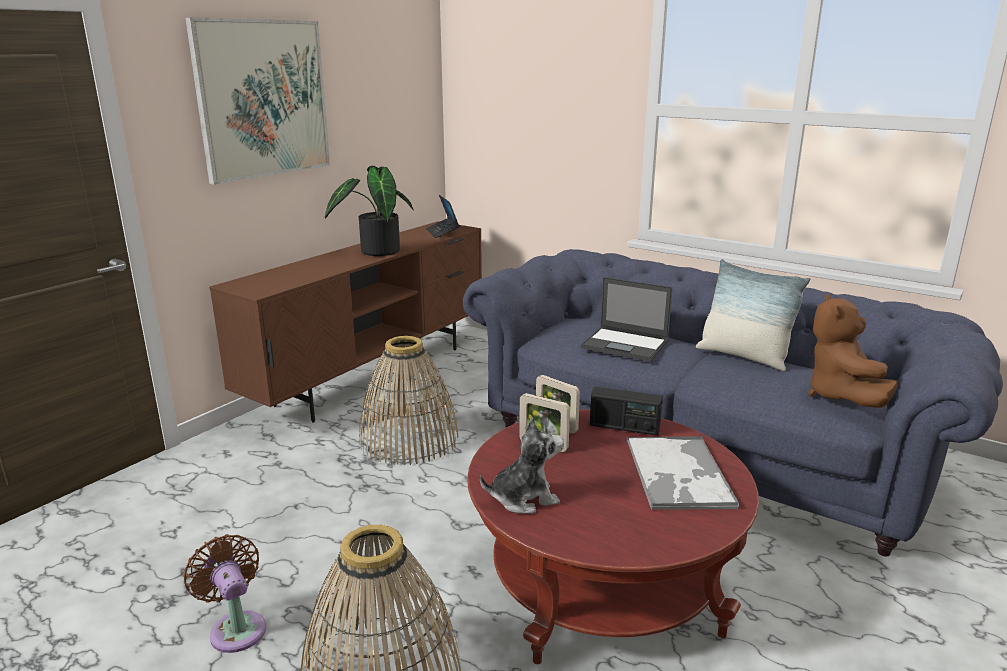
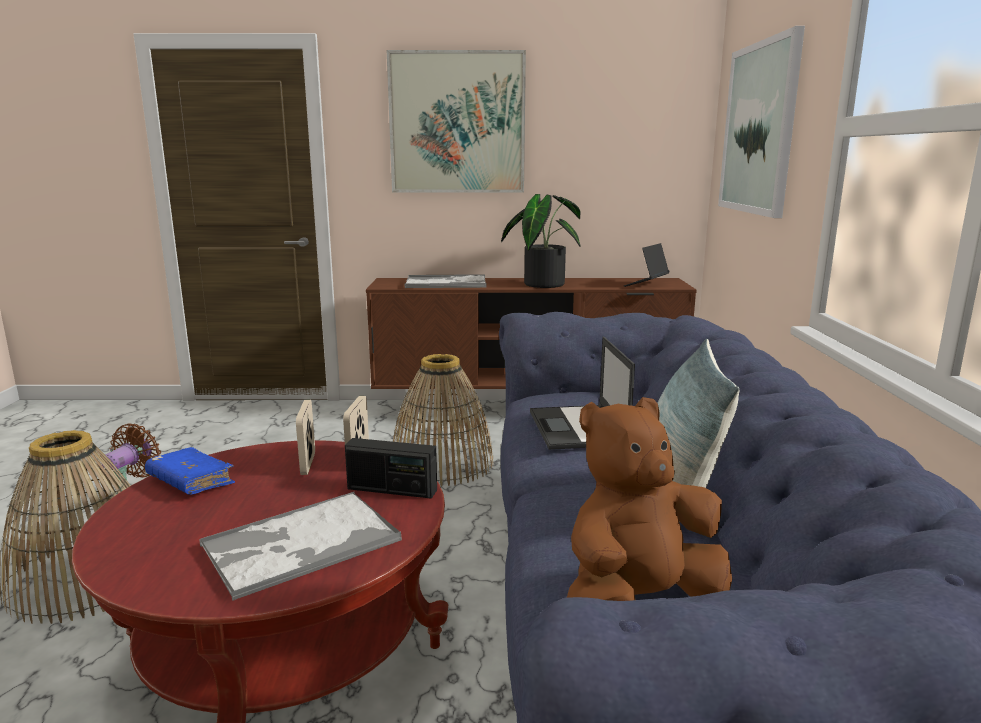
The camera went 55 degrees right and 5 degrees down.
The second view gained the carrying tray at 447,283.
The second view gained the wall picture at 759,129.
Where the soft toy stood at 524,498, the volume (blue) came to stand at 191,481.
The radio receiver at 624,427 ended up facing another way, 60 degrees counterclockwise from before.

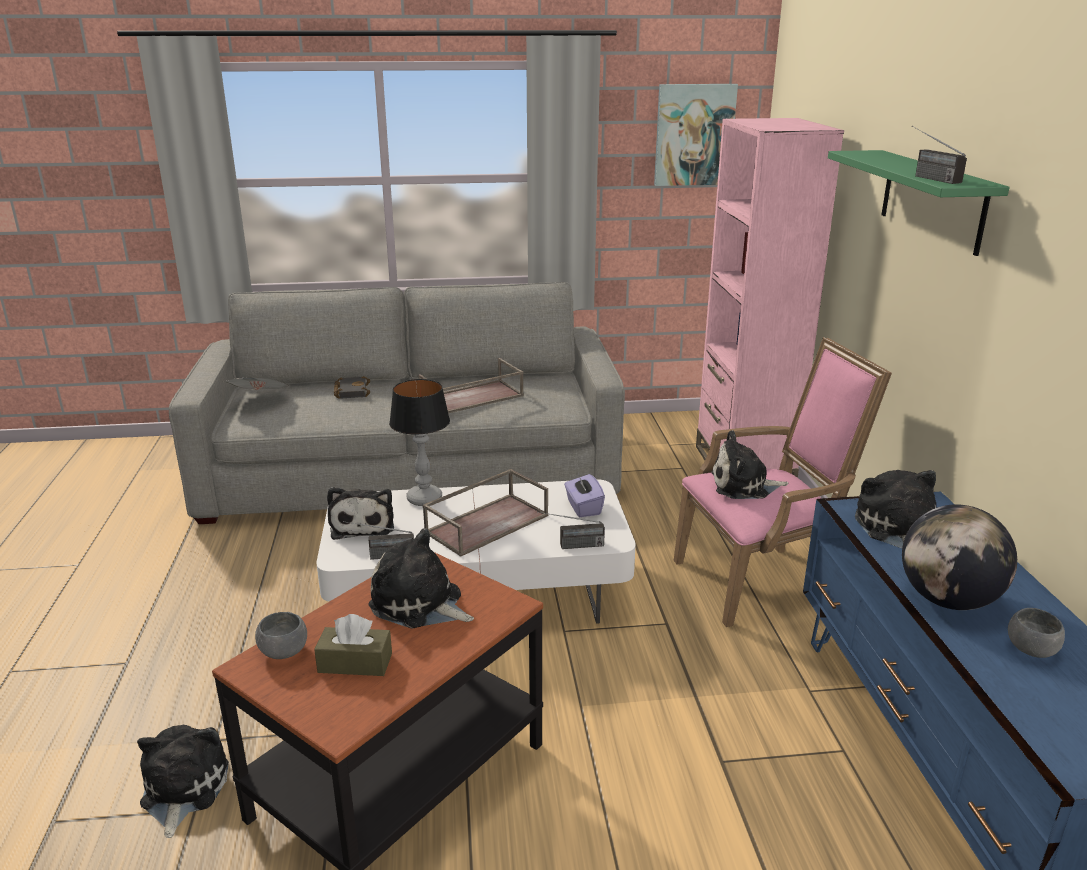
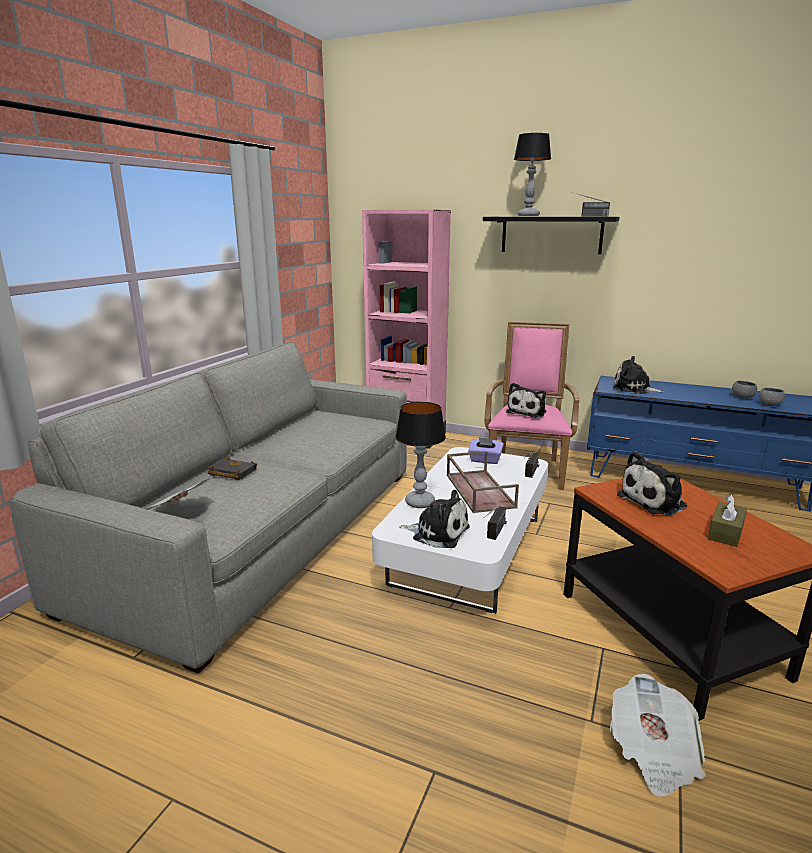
The camera went 60 degrees left and 5 degrees down.
The second view lost the carrying tray (brownish) at 471,398.
The second view lost the wall picture at 694,135.
The second view lost the globe at 948,600.
The second view gained the lamp for a table at 528,216.
The serving bowl (gray) ended up elsewhere, having gone from 284,652 to 769,405.
Where the soft toy stood at 182,789, the newspaper came to stand at 653,753.
What was the bracket shelf (green-coloured) at 932,200 turned into the bracket shelf (black) at 551,235.

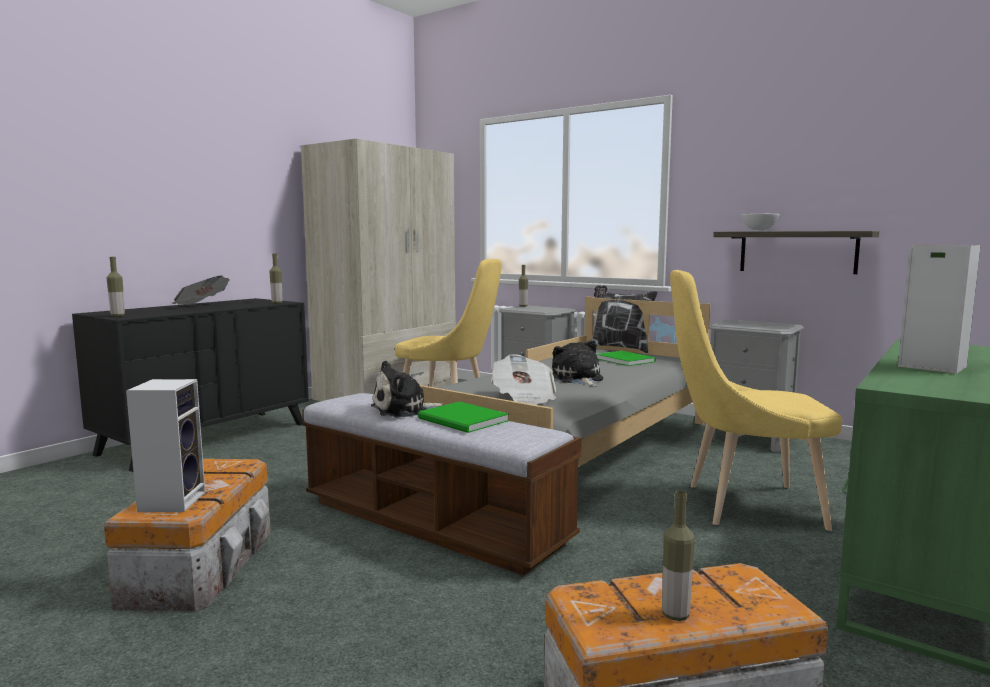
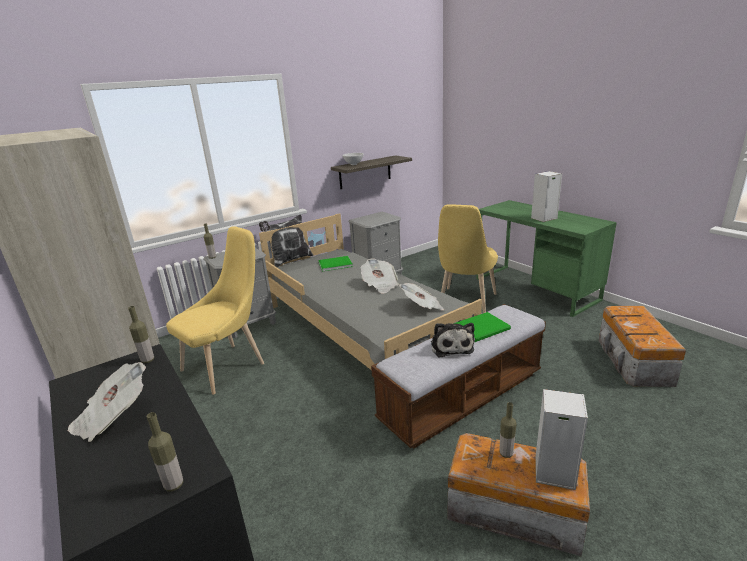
The camera went 70 degrees left and 15 degrees up.
The beverage bottle ended up elsewhere, having gone from 675,615 to 506,453.
Where the soft toy stood at 578,379, the newspaper came to stand at 380,285.

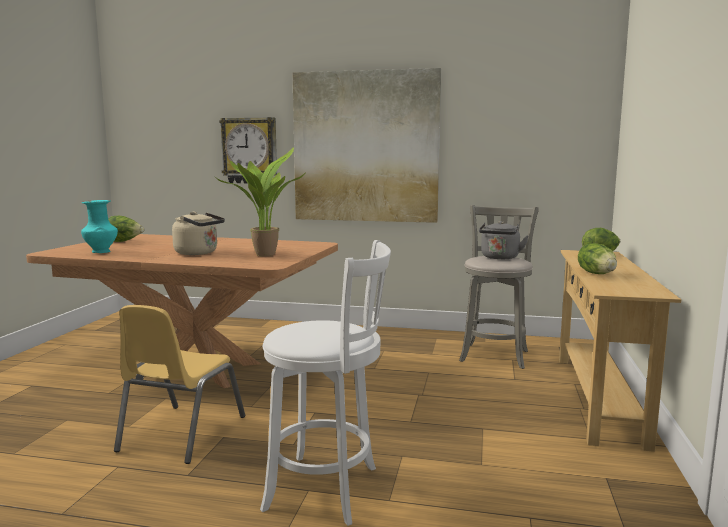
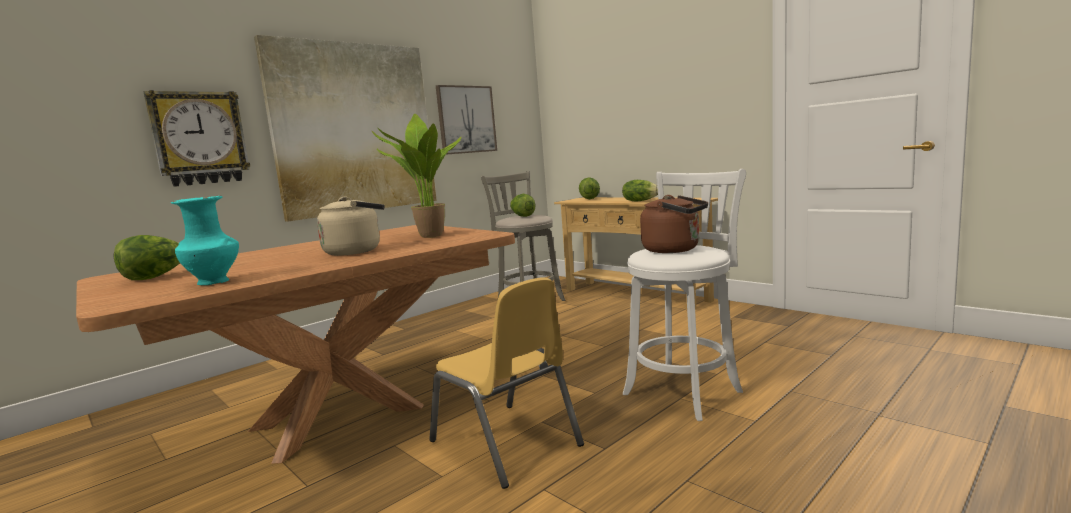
The camera went 55 degrees left and 0 degrees up.
The second view gained the wall picture at 466,119.
The second view gained the tea kettle (brownish) at 675,250.
Where the tea kettle (gray) stood at 499,258, the head of lettuce came to stand at 522,216.

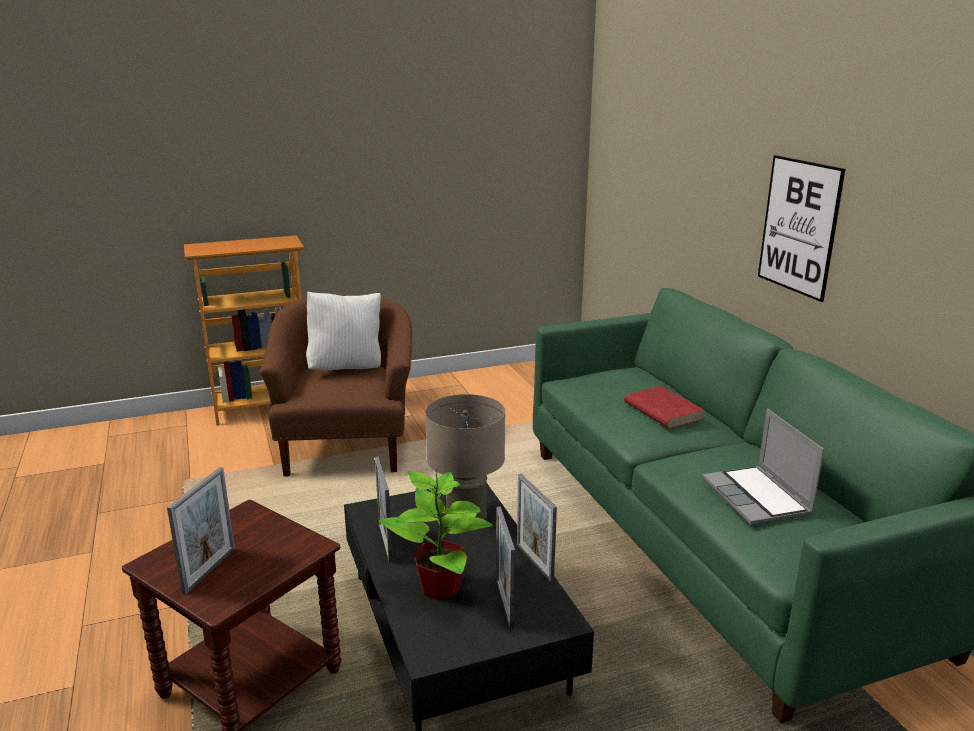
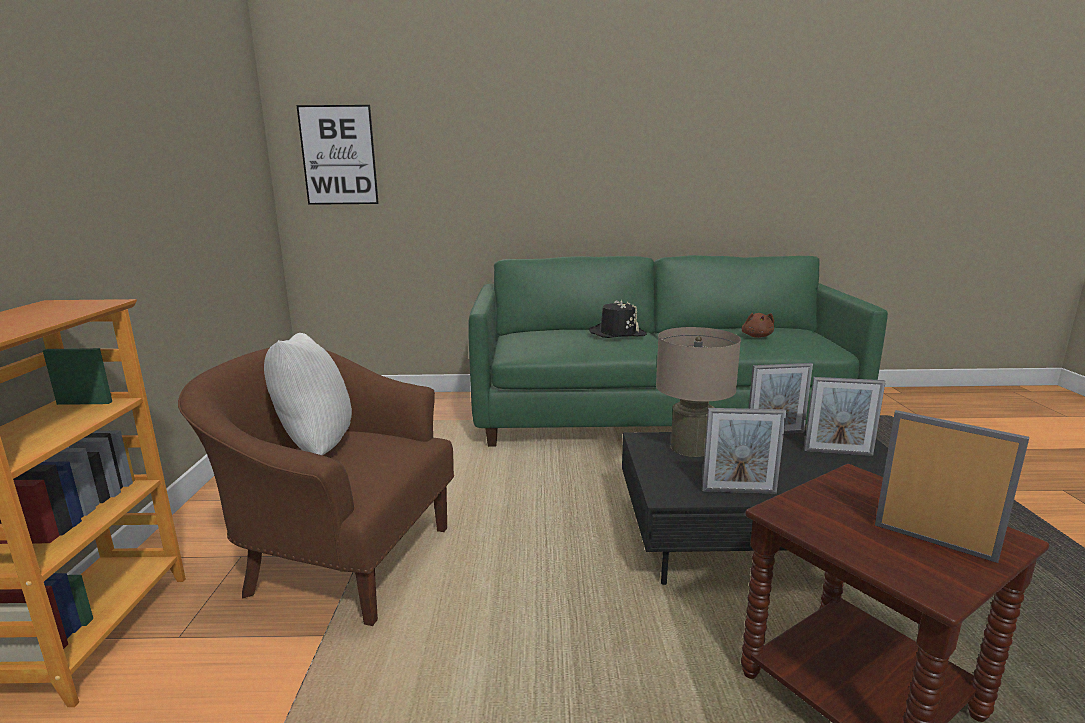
The camera went 70 degrees left and 5 degrees down.
The second view lost the houseplant at 441,588.
The wall picture ended up elsewhere, having gone from 799,226 to 338,155.
Where the volume (reddish) stood at 662,411, the clothing hat (black) came to stand at 617,333.
Where the laptop stood at 758,498, the soft toy (brownish) came to stand at 757,336.

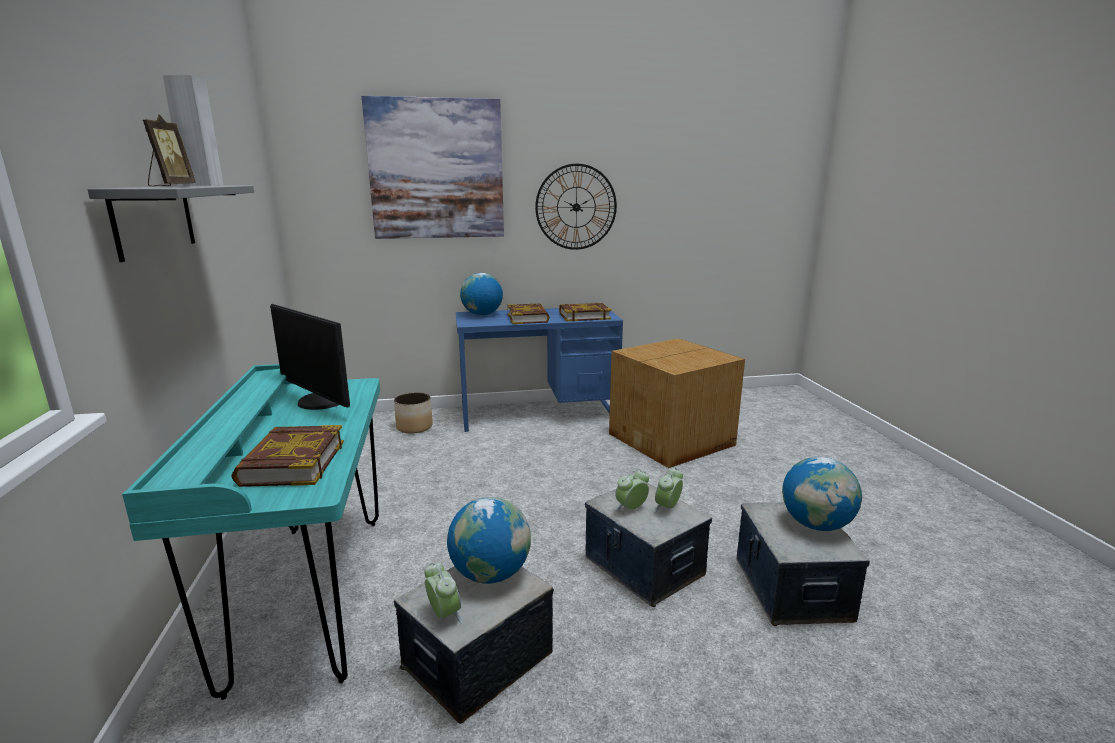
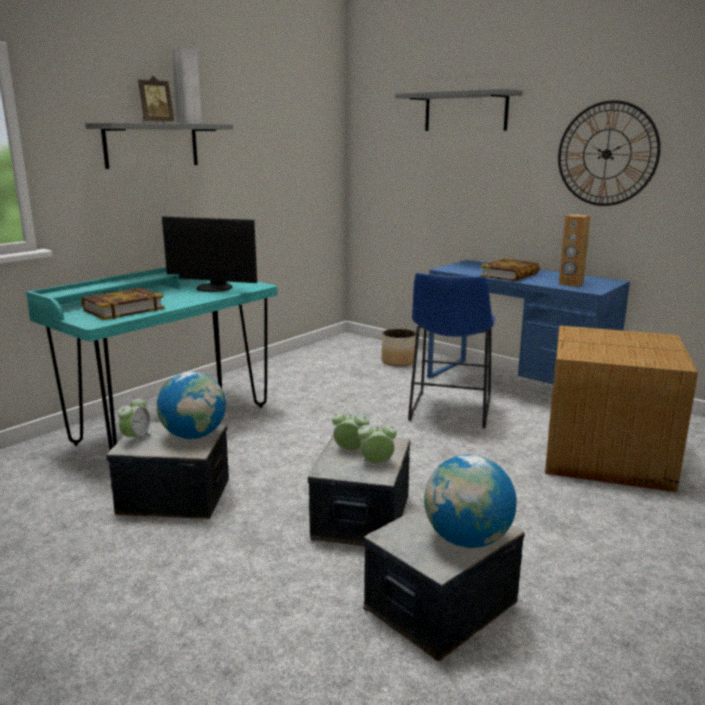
The camera went 50 degrees right and 0 degrees up.
The second view lost the globe at 482,314.
The second view gained the stool seat (blue) at 449,411.
Where the wall picture hung at 436,169, the bracket shelf (gray) came to hang at 465,111.
Where the volume stood at 584,316, the audio speaker (brownish) came to stand at 570,284.
The computer screen at 320,402 ended up facing another way, 75 degrees counterclockwise from before.

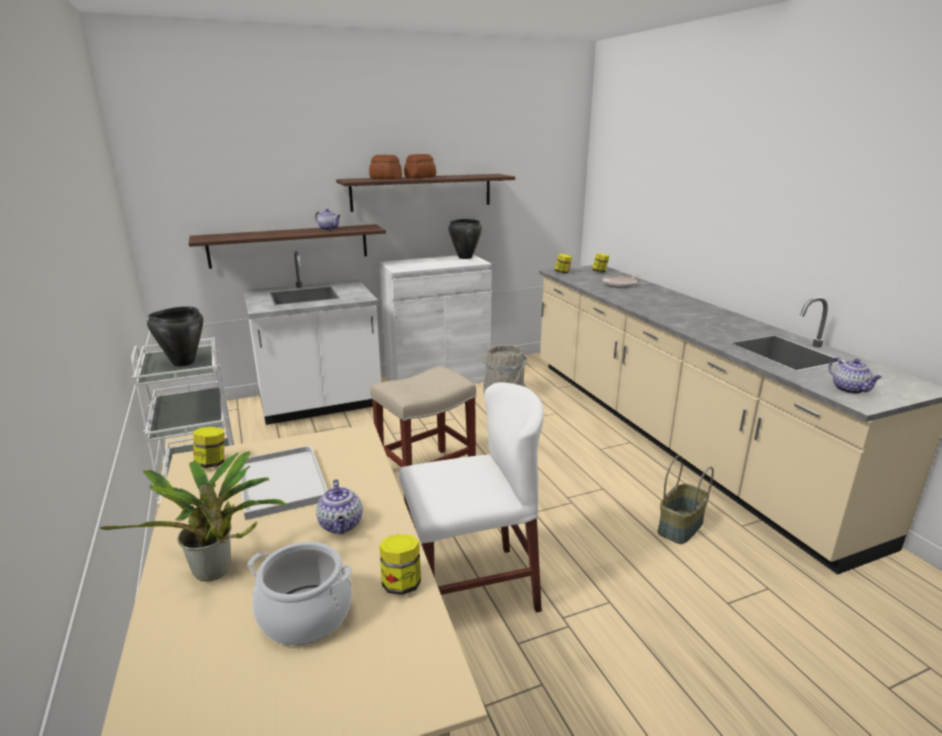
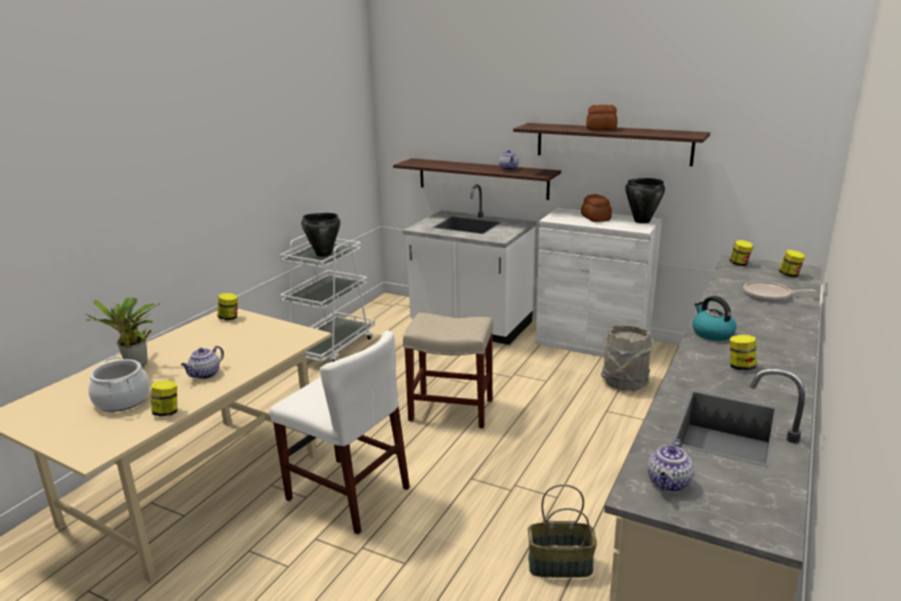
The camera went 50 degrees right and 0 degrees up.
The second view lost the carrying tray (whitish) at 280,481.
The second view gained the tea kettle at 711,333.
The second view gained the preserve jar at 740,367.
The bread ended up elsewhere, having gone from 386,178 to 596,218.

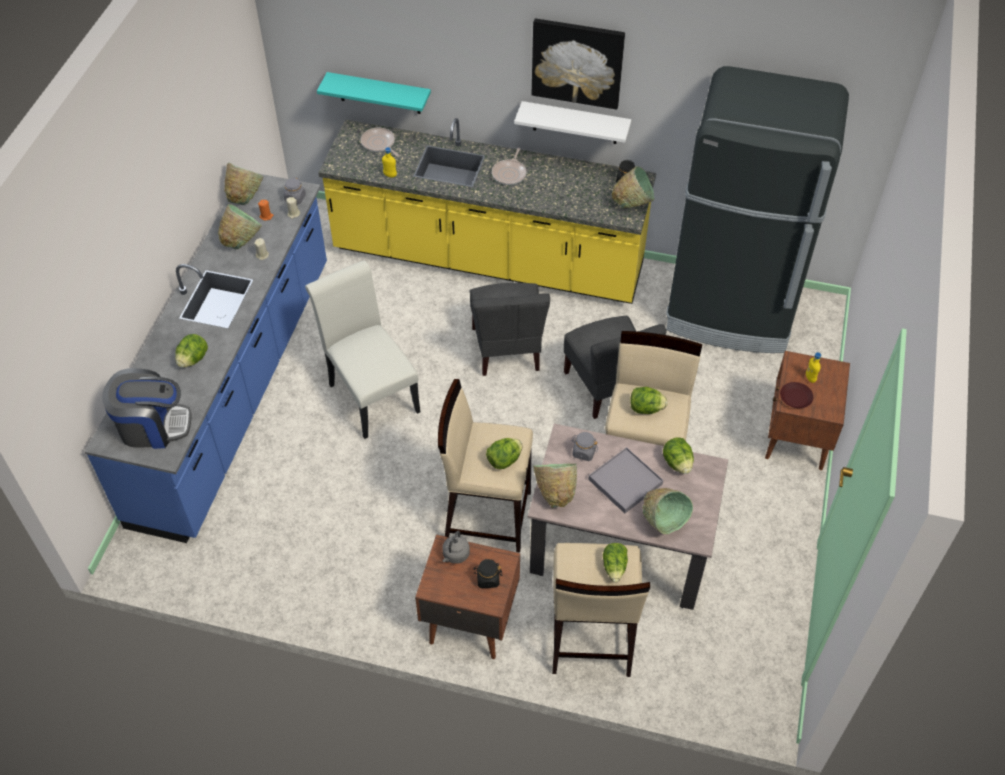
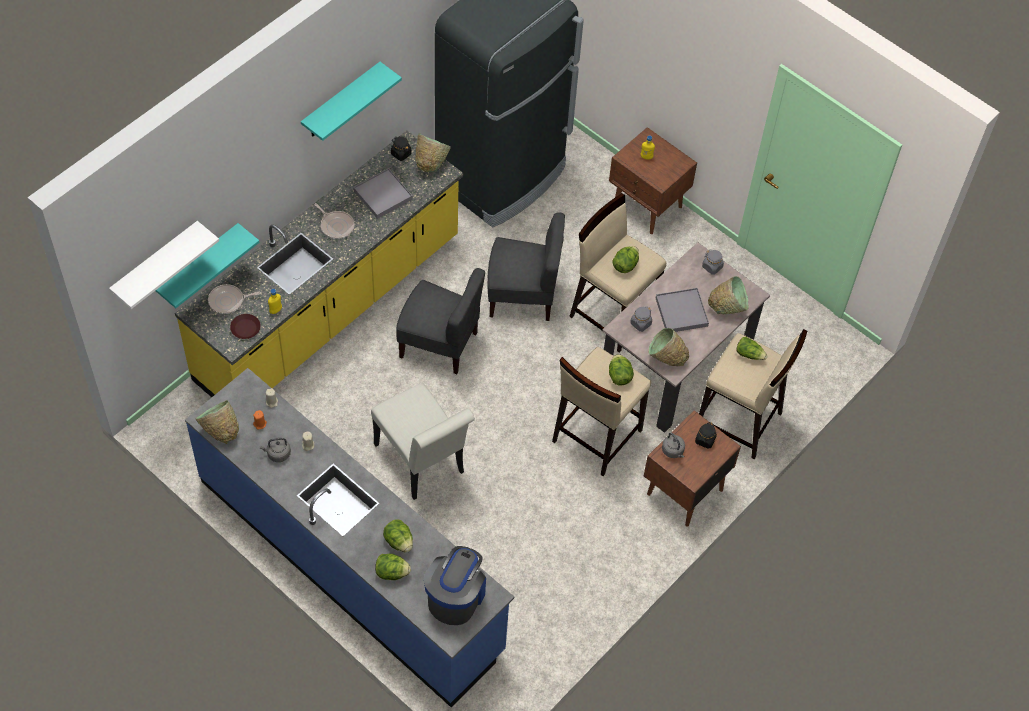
The camera went 65 degrees left and 5 degrees up.
The second view gained the carrying tray (gray) at 383,195.
The preserve jar (gray) ended up elsewhere, having gone from 295,198 to 712,267.
The bracket shelf (whitish) ended up elsewhere, having gone from 575,123 to 156,263.
The head of lettuce ended up elsewhere, having gone from 677,463 to 392,572.
The dinner plate (brownish) ended up elsewhere, having gone from 796,398 to 246,328.
Where the serving bowl (green-coloured) stood at 241,240, the tea kettle (gray) came to stand at 277,454.
Where the wall picture hung at 577,62, the bracket shelf (turquoise) came to hang at 341,101.
The plain chair (whitish) at 370,393 ended up facing another way, 120 degrees counterclockwise from before.

